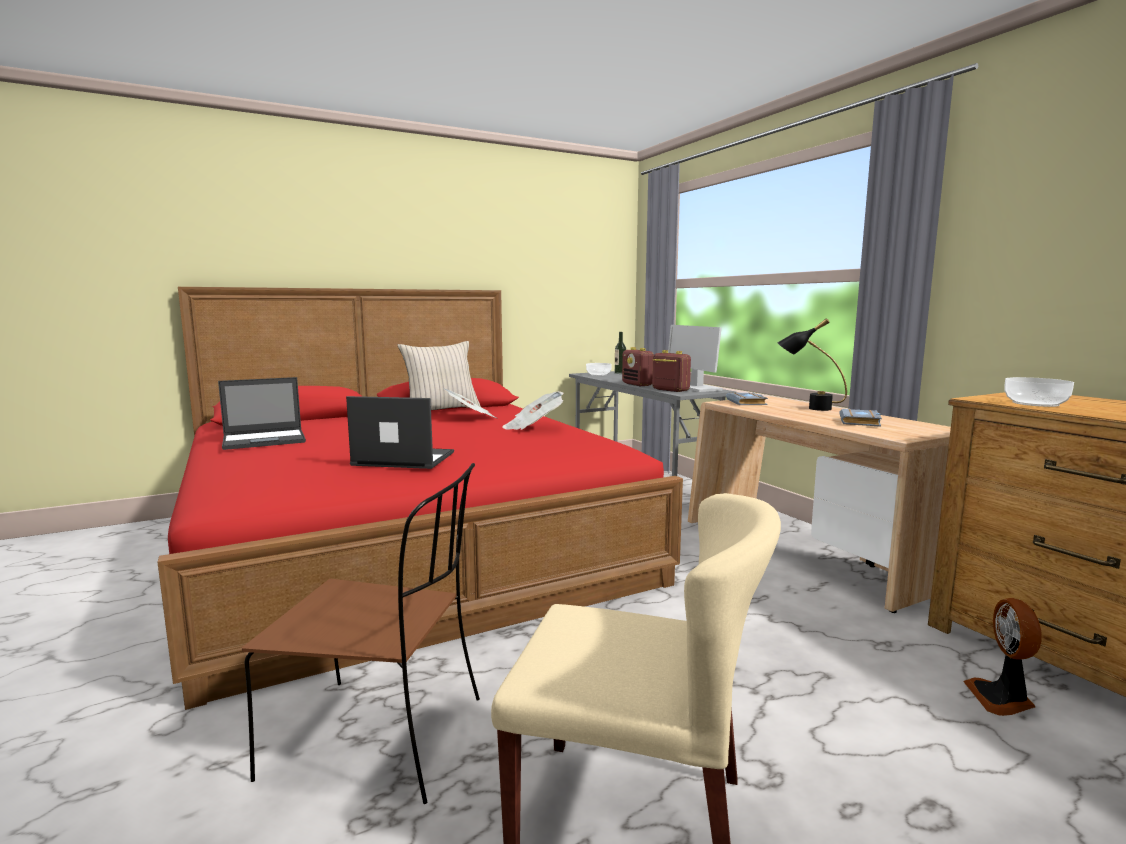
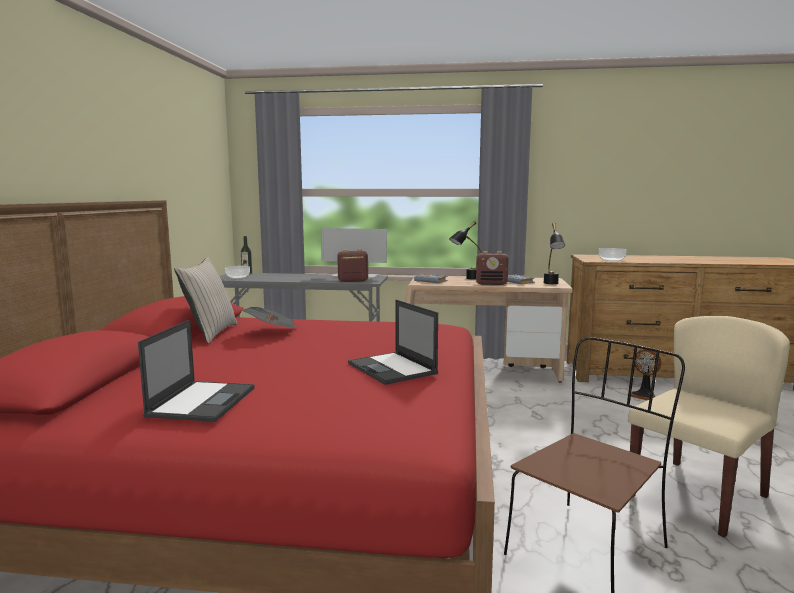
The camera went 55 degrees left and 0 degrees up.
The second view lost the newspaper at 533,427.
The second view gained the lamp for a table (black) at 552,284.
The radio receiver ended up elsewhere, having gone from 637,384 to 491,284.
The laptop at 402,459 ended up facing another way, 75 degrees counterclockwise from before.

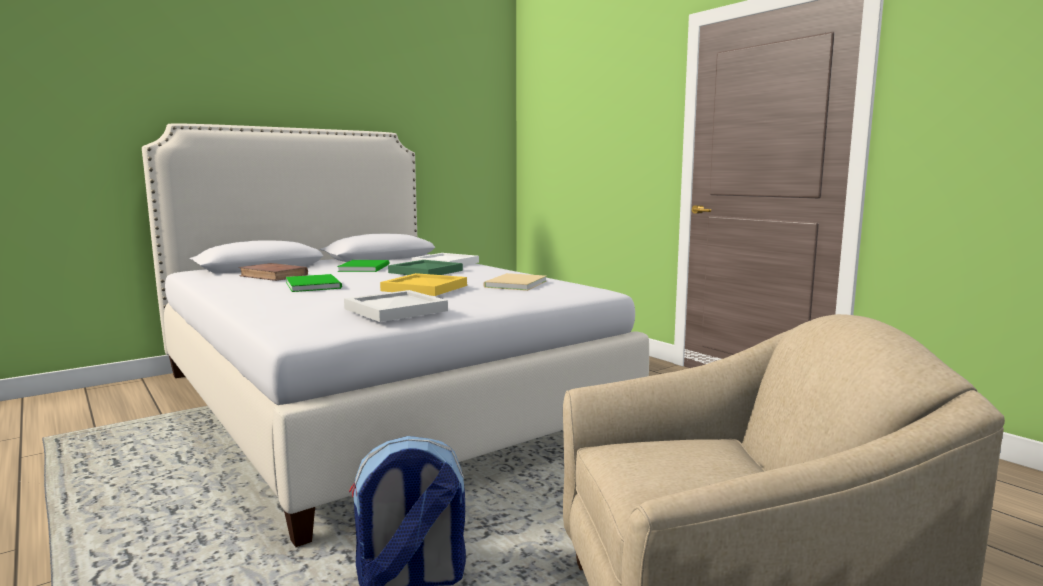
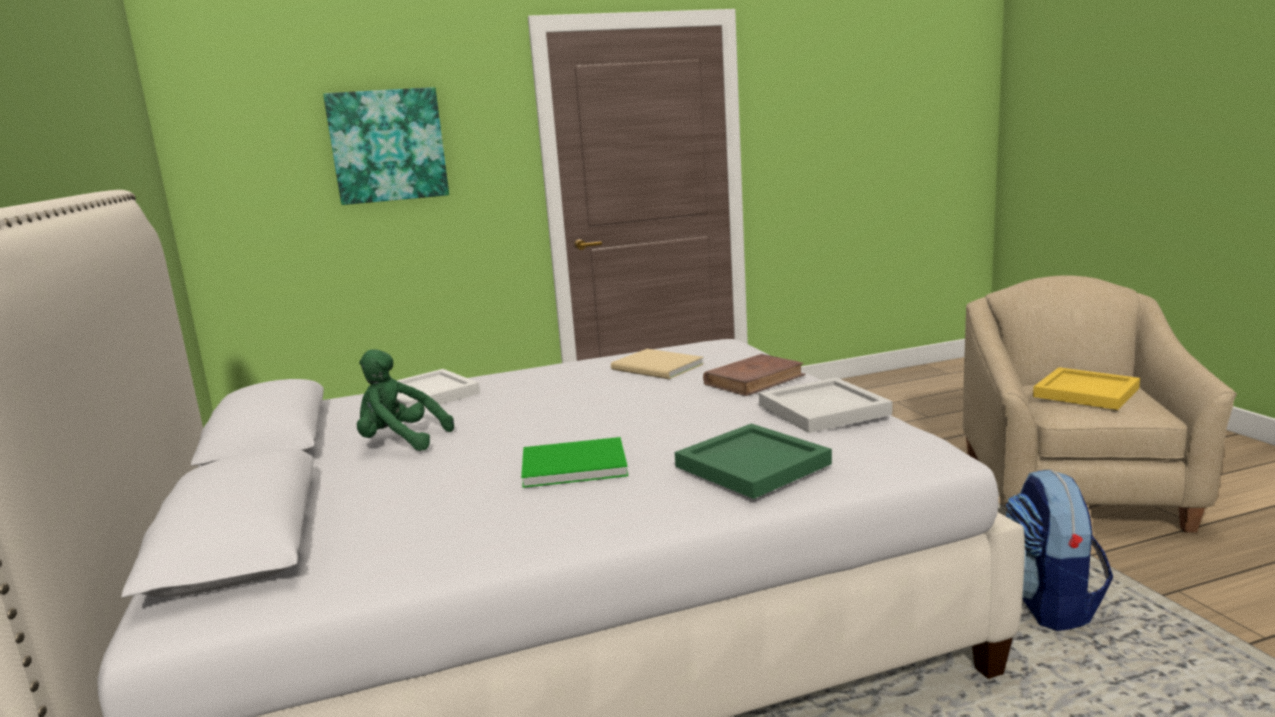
The camera went 70 degrees left and 5 degrees up.
The second view gained the wall picture at 388,146.
The volume (brownish) ended up elsewhere, having gone from 274,276 to 754,380.
The carrying tray (yellow-coloured) ended up elsewhere, having gone from 426,288 to 1085,392.
The carrying tray (green-coloured) ended up elsewhere, having gone from 427,271 to 752,464.
Where the volume (green-coloured) stood at 366,267, the soft toy (green-coloured) came to stand at 400,441.

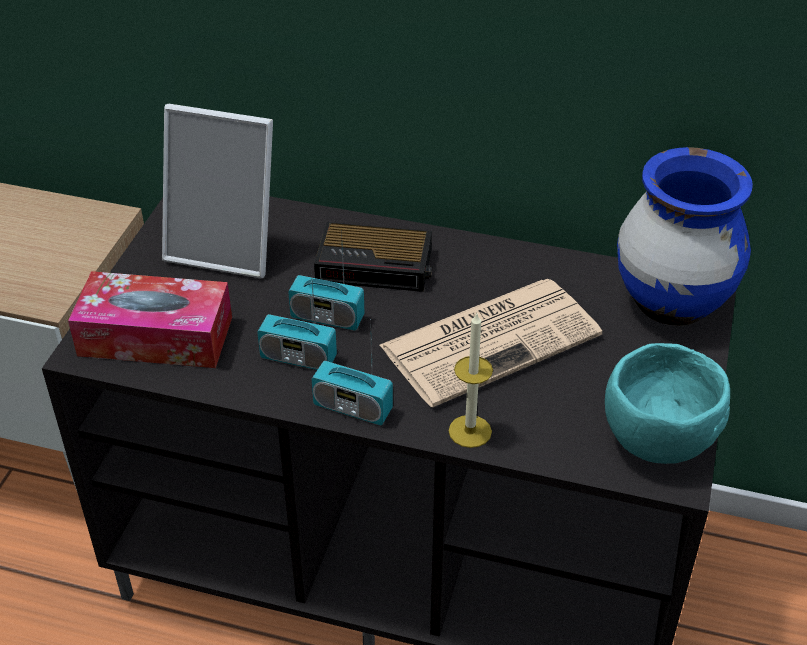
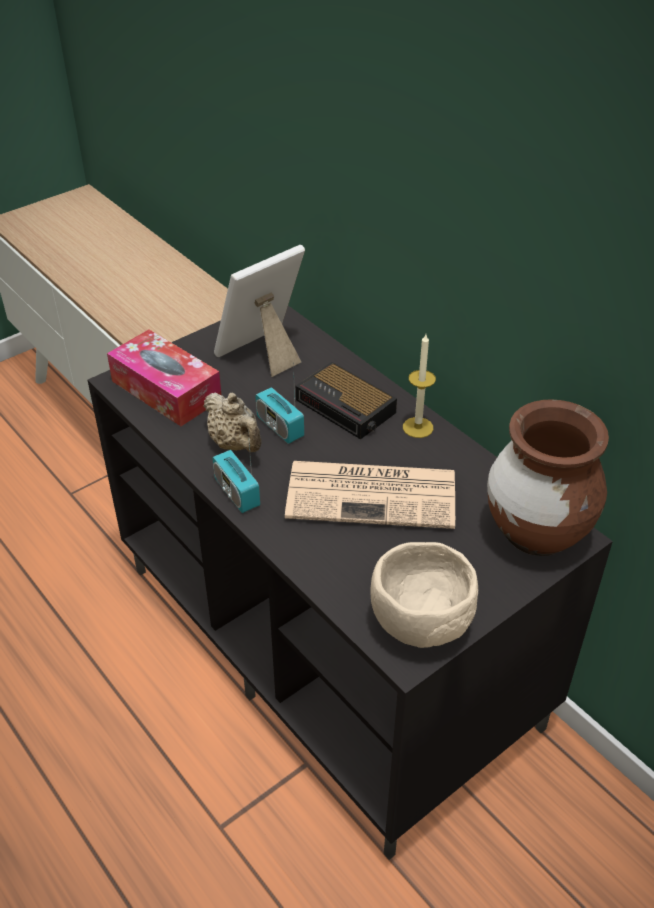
The camera went 35 degrees right and 0 degrees up.
The wax light ended up elsewhere, having gone from 470,431 to 418,427.
Where the radio receiver stood at 298,358, the tea pot (beige) came to stand at 236,444.
What was the serving bowl (turquoise) at 659,441 turned into the serving bowl (beige) at 420,625.
What was the vase (blue) at 671,303 turned into the vase (brownish) at 536,533.
The photo frame at 227,247 ended up facing another way, 90 degrees clockwise from before.

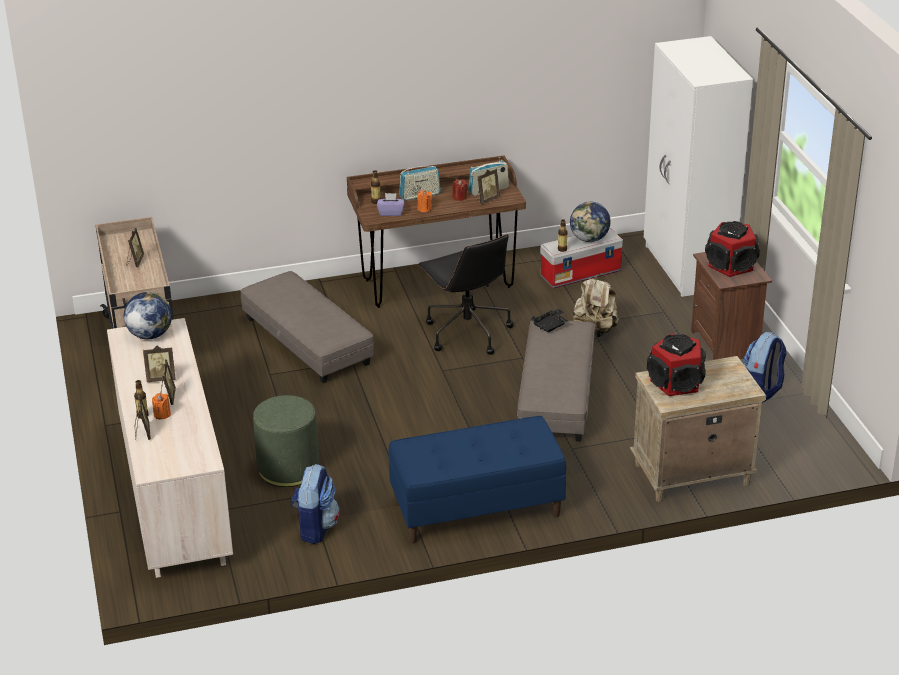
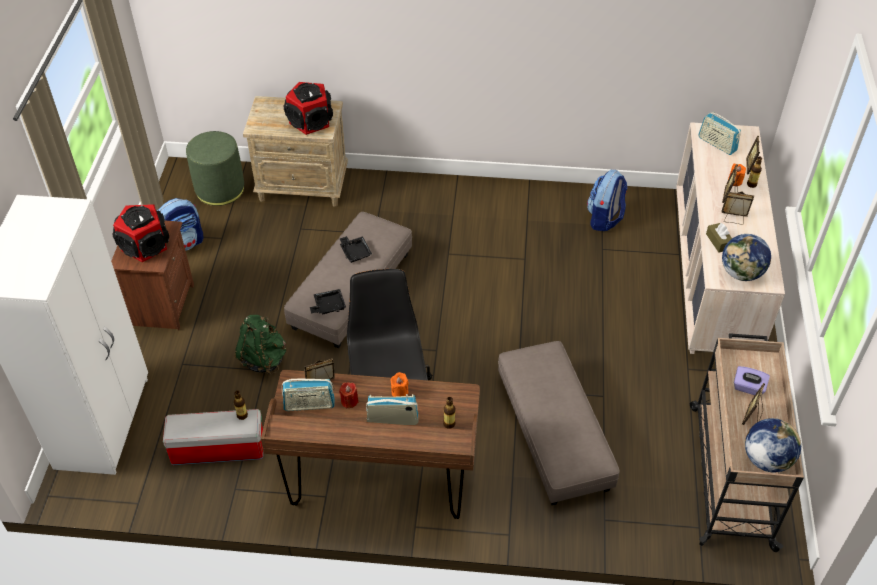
The camera went 160 degrees left and 15 degrees up.
The second view lost the indoor bench (blue) at 476,510.
The second view gained the carrying tray (black) at 355,252.
The second view gained the radio receiver at 717,144.
The second view gained the tissue holder (brownish) at 718,241.
The pouffe (green-coloured) ended up elsewhere, having gone from 288,468 to 220,189.
The tissue holder (purple-coloured) ended up elsewhere, having gone from 391,212 to 748,388.
The globe ended up elsewhere, having gone from 589,239 to 766,459.
What was the knapsack (beige) at 595,330 turned into the knapsack (green-coloured) at 264,359.

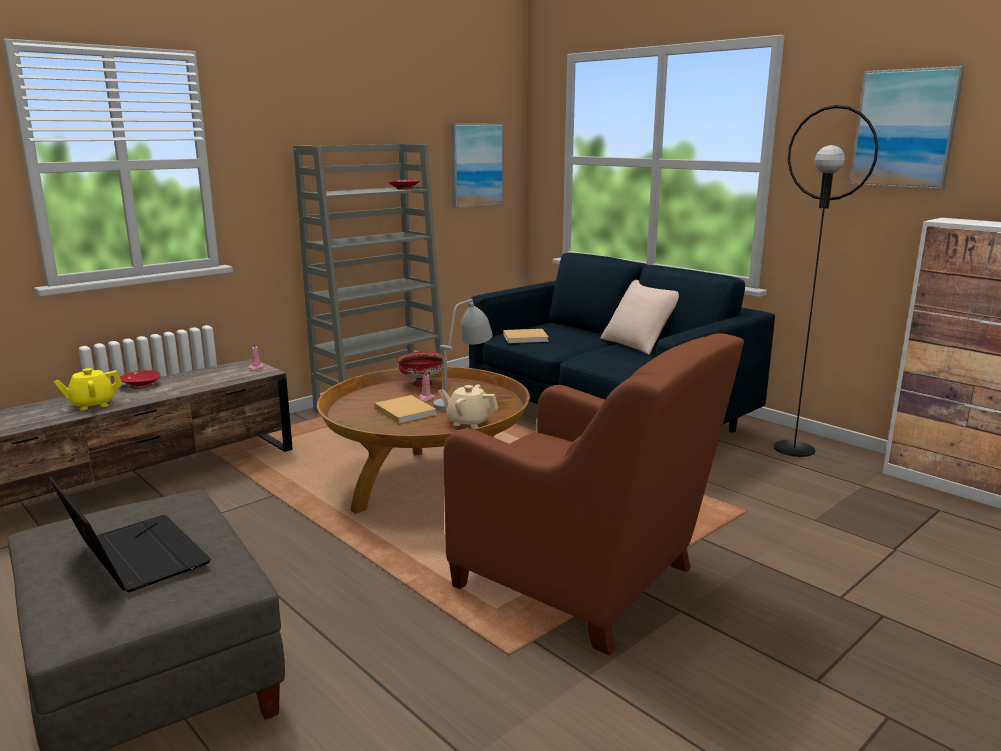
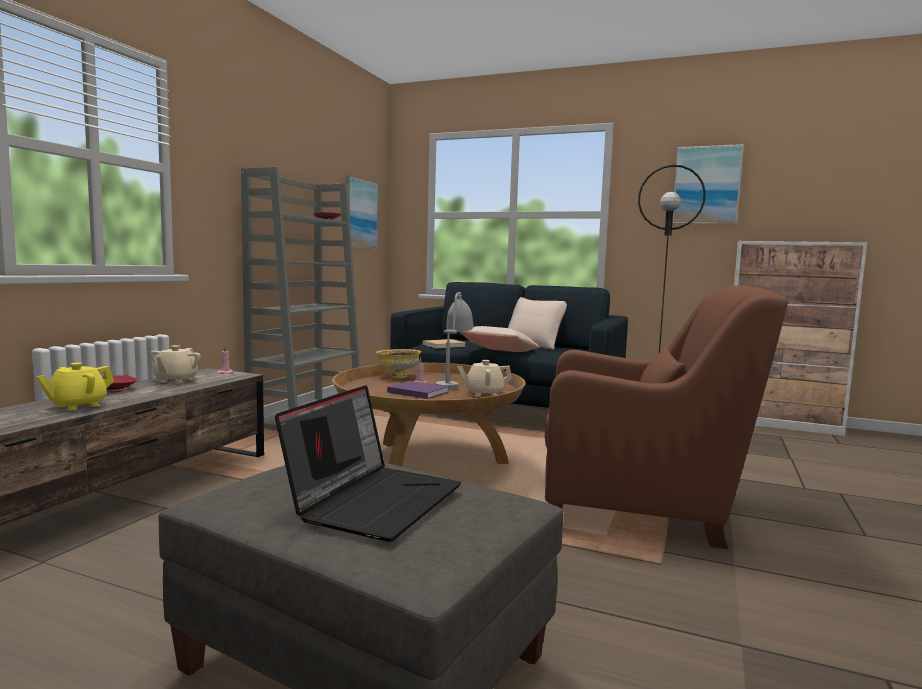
The camera went 25 degrees left and 10 degrees down.
The second view gained the tea pot (beige) at 176,380.
The second view gained the cushion (beige) at 499,352.
What was the volume (beige) at 404,411 turned into the volume (purple-coloured) at 416,392.
What was the serving bowl (reddish) at 421,384 turned into the serving bowl (yellow-coloured) at 398,377.
The laptop at 133,557 ended up facing another way, 90 degrees clockwise from before.

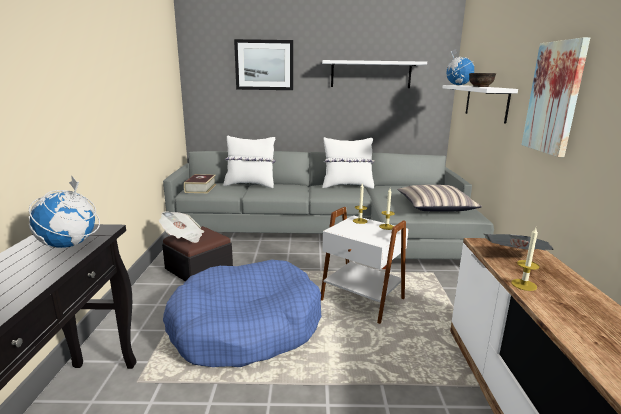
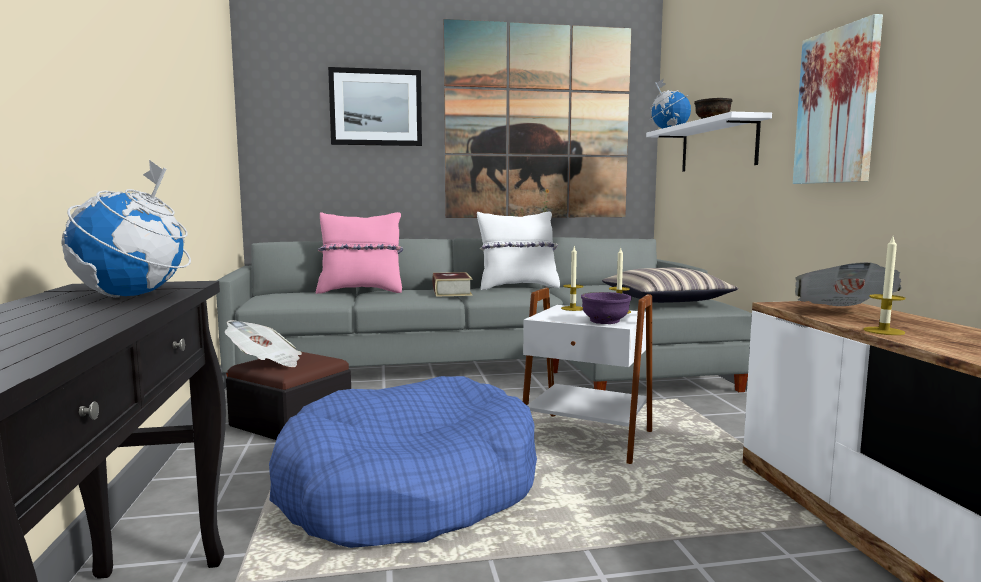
The camera went 10 degrees left and 10 degrees down.
The second view gained the serving bowl (purple-coloured) at 605,321.
The volume ended up elsewhere, having gone from 200,188 to 451,292.
Where the bracket shelf (whitish) hung at 371,74, the wall picture came to hang at 538,123.
What was the cushion (whitish) at 250,185 turned into the cushion (pink) at 361,291.

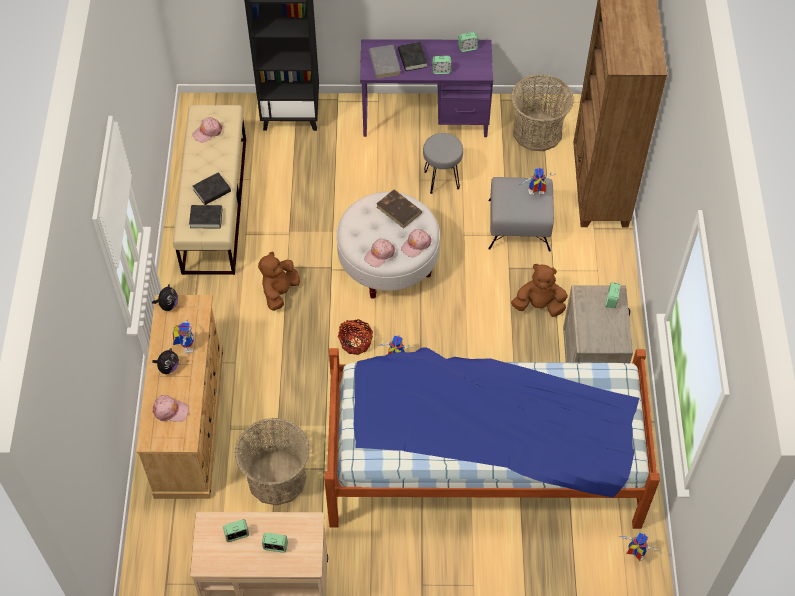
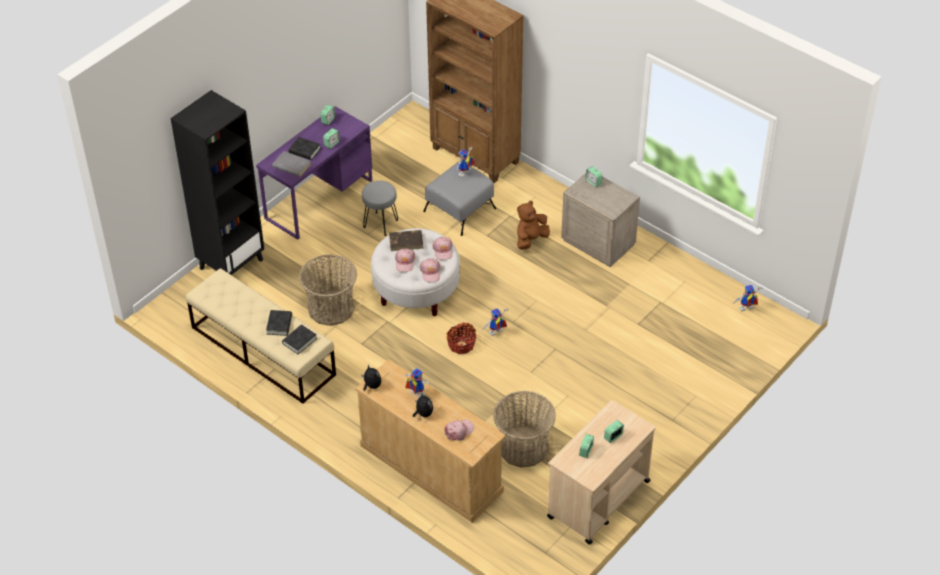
The camera went 50 degrees left and 10 degrees down.
The second view lost the soft toy (brownish) at 279,292.
The second view lost the bed at 482,462.
The baseball cap (pink) ended up elsewhere, having gone from 207,132 to 405,262.
The storage basket ended up elsewhere, having gone from 537,132 to 331,308.

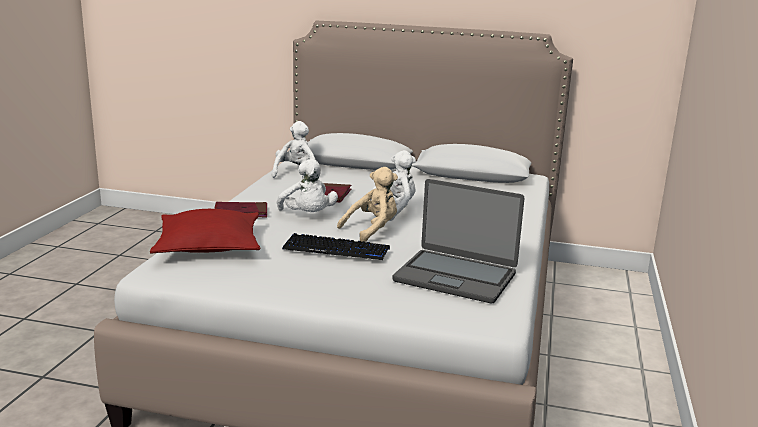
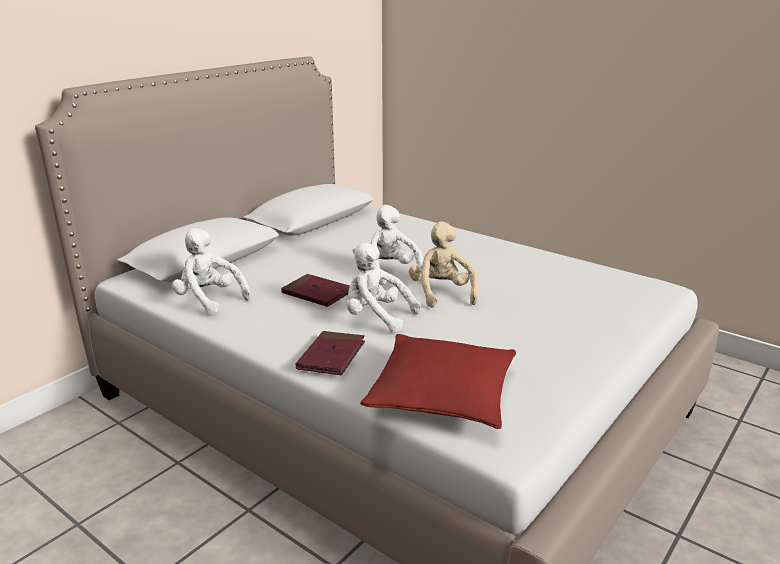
The camera went 65 degrees left and 5 degrees up.
The second view lost the computer keyboard at 336,249.
The second view lost the laptop at 455,277.
The soft toy (whitish) at 308,216 ended up facing another way, 150 degrees counterclockwise from before.

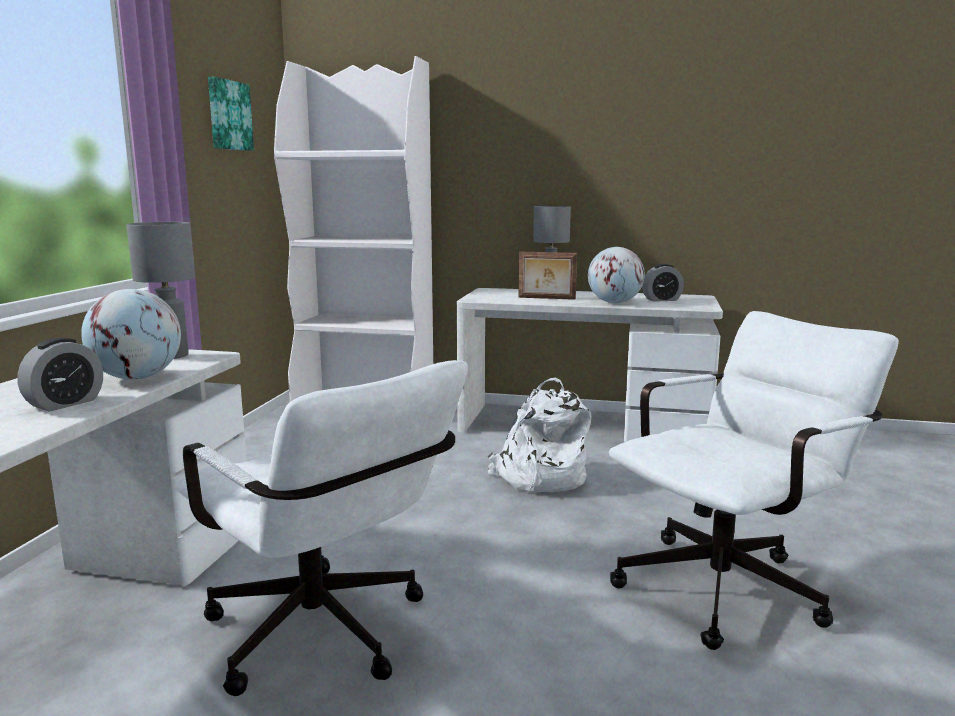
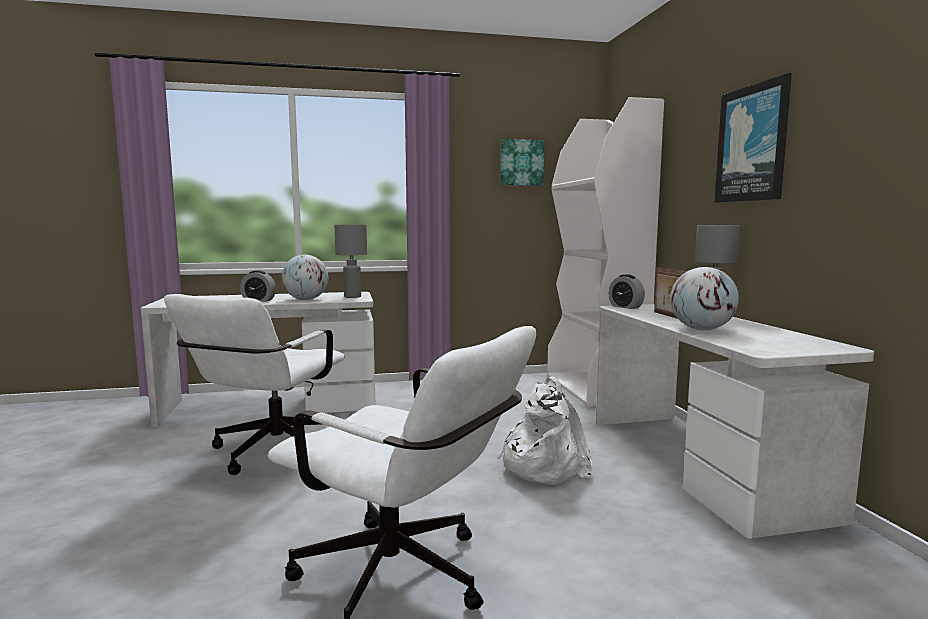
The camera went 65 degrees right and 5 degrees down.
The second view gained the wall picture at 752,144.
The table clock ended up elsewhere, having gone from 661,300 to 625,307.

